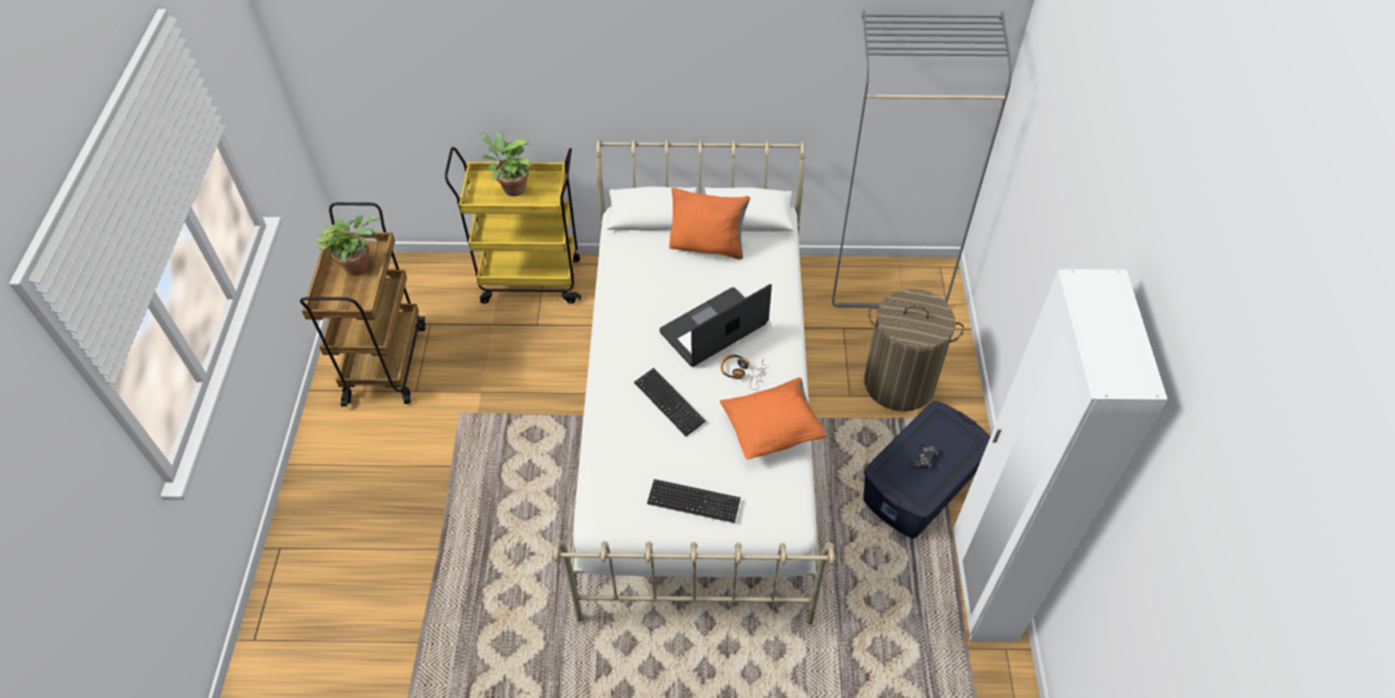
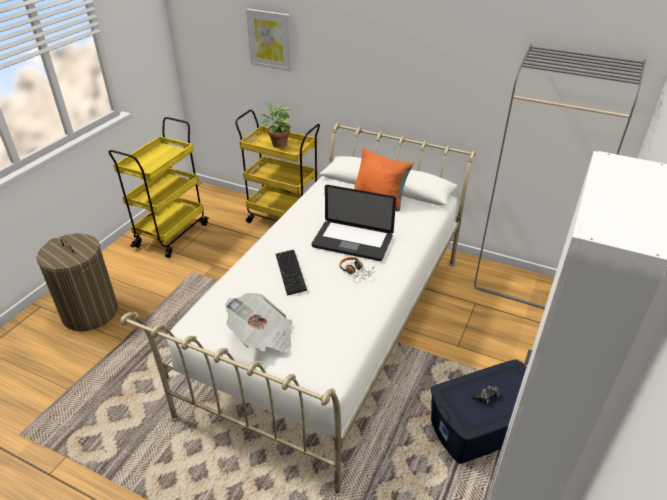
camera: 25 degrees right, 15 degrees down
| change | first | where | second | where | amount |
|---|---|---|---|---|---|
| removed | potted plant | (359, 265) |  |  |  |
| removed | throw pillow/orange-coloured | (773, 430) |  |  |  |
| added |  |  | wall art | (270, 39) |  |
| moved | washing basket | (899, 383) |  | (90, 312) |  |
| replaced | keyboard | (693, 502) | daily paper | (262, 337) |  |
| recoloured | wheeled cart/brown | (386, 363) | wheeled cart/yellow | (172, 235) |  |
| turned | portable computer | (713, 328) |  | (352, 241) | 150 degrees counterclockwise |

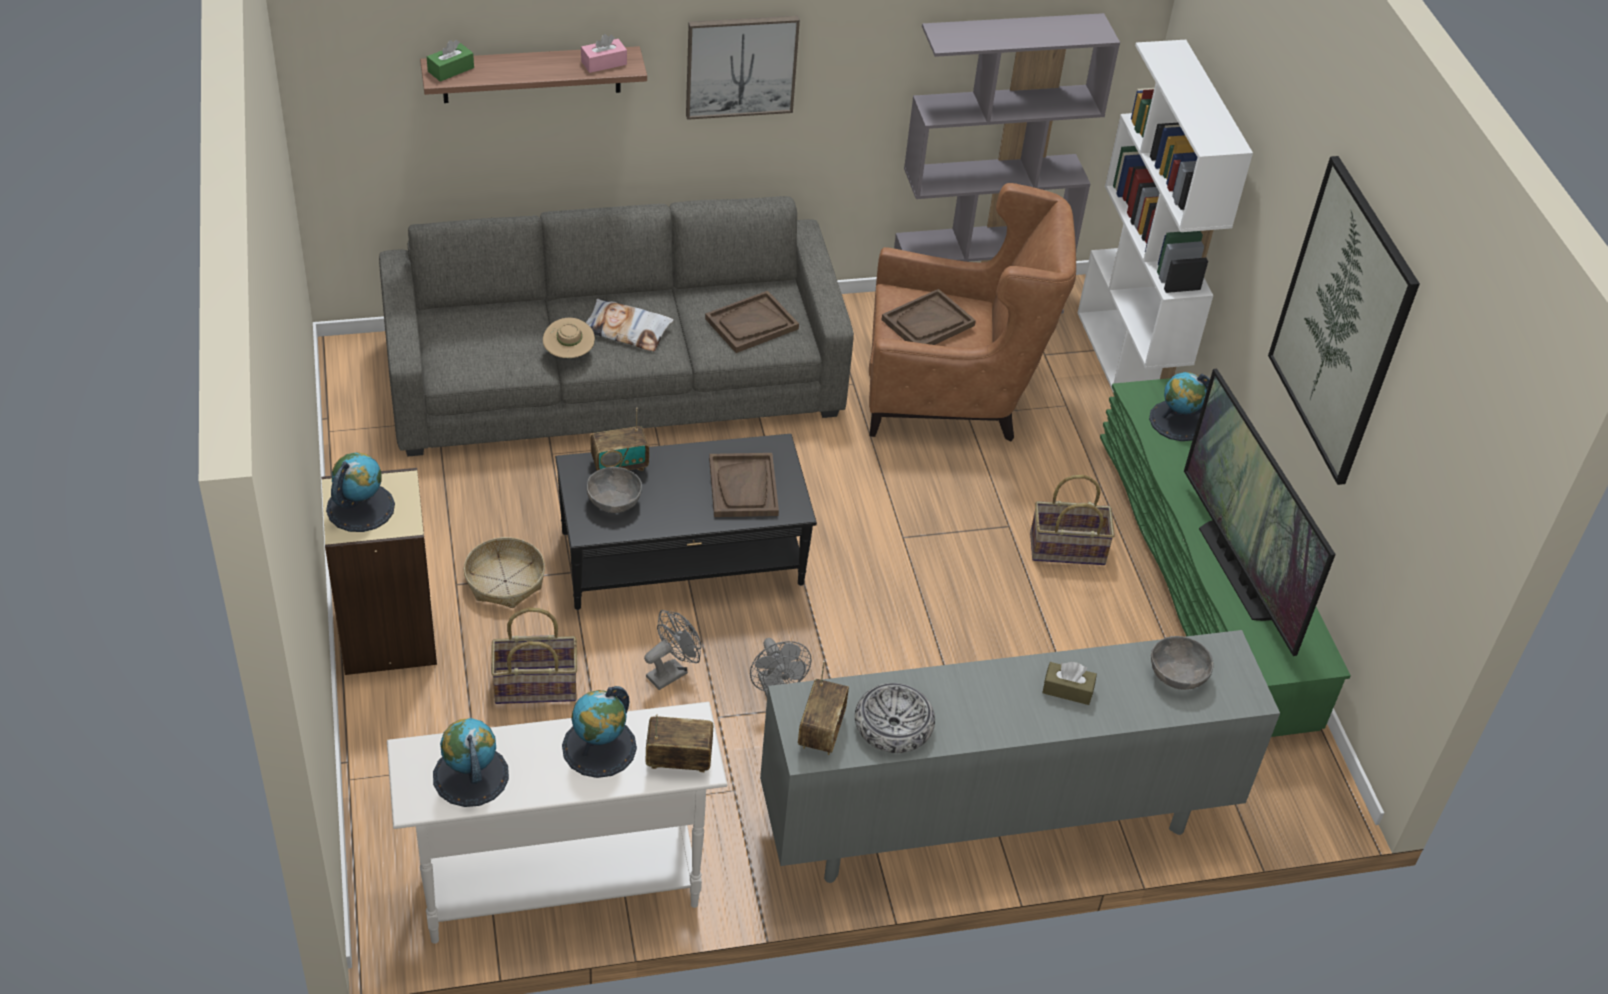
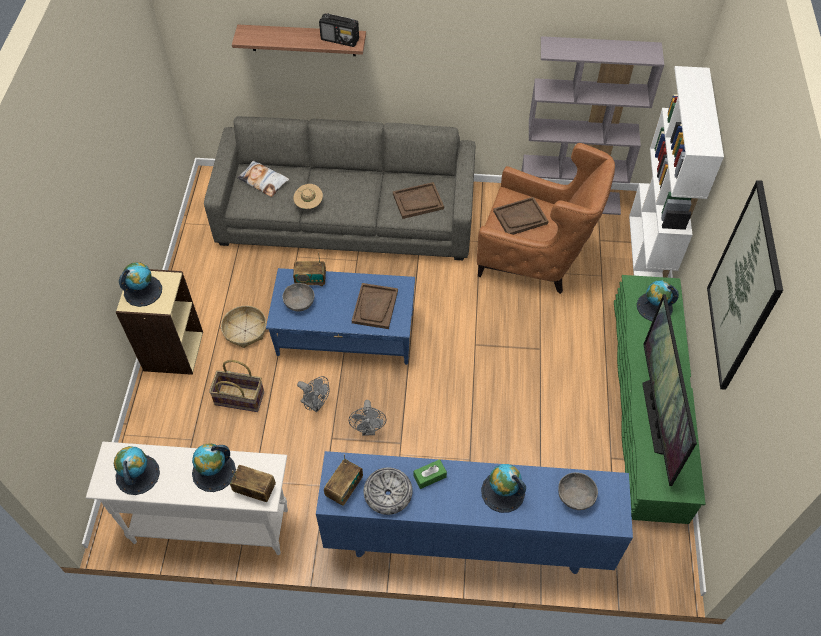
camera: 20 degrees right, 10 degrees up
| change | first | where | second | where | amount |
|---|---|---|---|---|---|
| removed | wall art | (741, 66) |  |  |  |
| removed | household basket | (1067, 550) |  |  |  |
| moved | box of tissues/green-coloured | (451, 70) |  | (429, 476) |  |
| moved | throw pillow | (627, 330) |  | (263, 181) |  |
| replaced | box of tissues/pink | (604, 63) | radio | (340, 40) |  |
| replaced | box of tissues/brown | (1067, 690) | globe | (502, 492) |  |
| recoloured | coffee table/black | (683, 558) | coffee table/blue-coloured | (346, 334) |  |
| recoloured | cupboard/grey | (996, 823) | cupboard/blue-coloured | (467, 541) |  |
| turned | cooling fan/grey | (671, 672) |  | (315, 404) | 60 degrees clockwise |

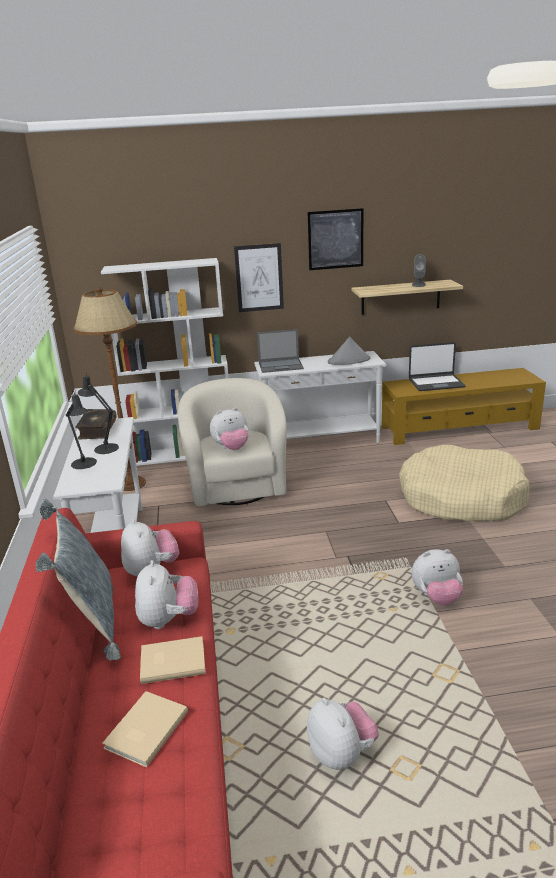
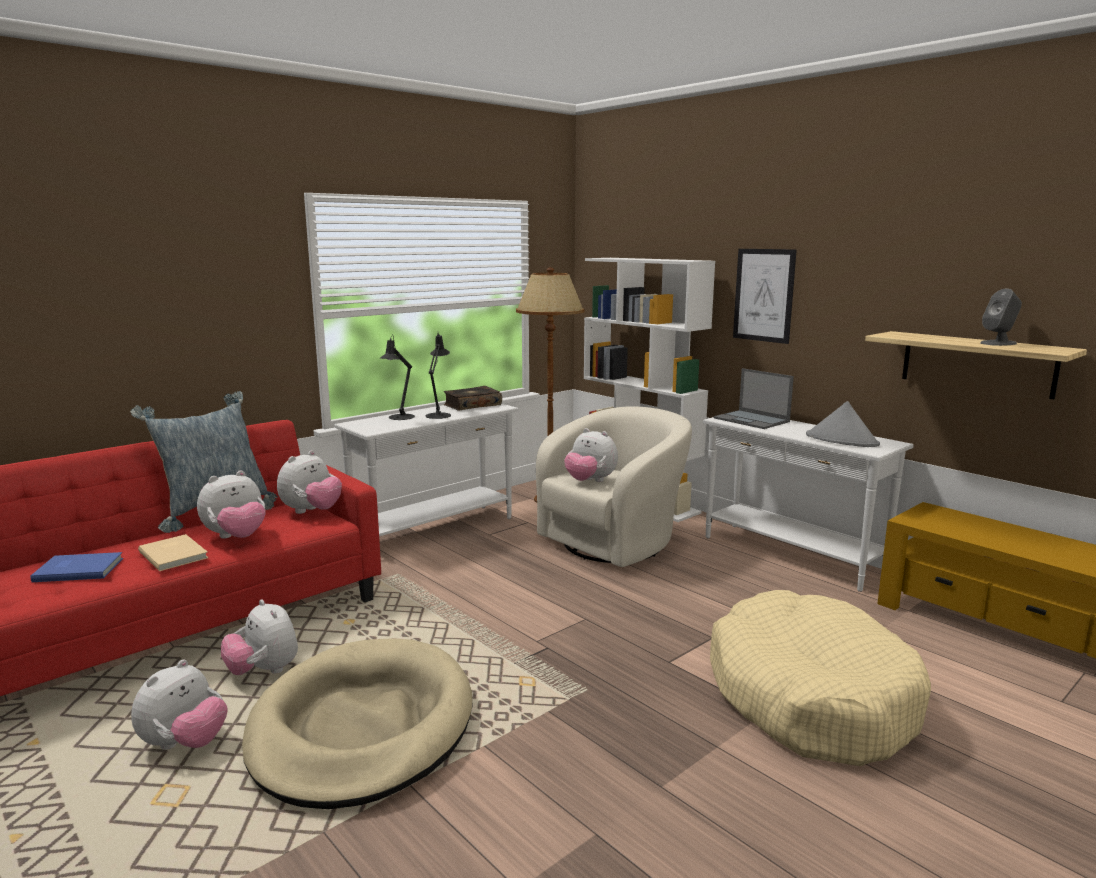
camera: 55 degrees right, 10 degrees down
| change | first | where | second | where | amount |
|---|---|---|---|---|---|
| removed | wall art | (335, 239) |  |  |  |
| removed | portable computer | (436, 383) |  |  |  |
| added |  |  | dog bed/sand-coloured | (362, 727) |  |
| moved | soft toy | (436, 597) |  | (264, 671) |  |
| recoloured | bound book/sand-coloured | (144, 730) | bound book/blue-coloured | (78, 569) |  |

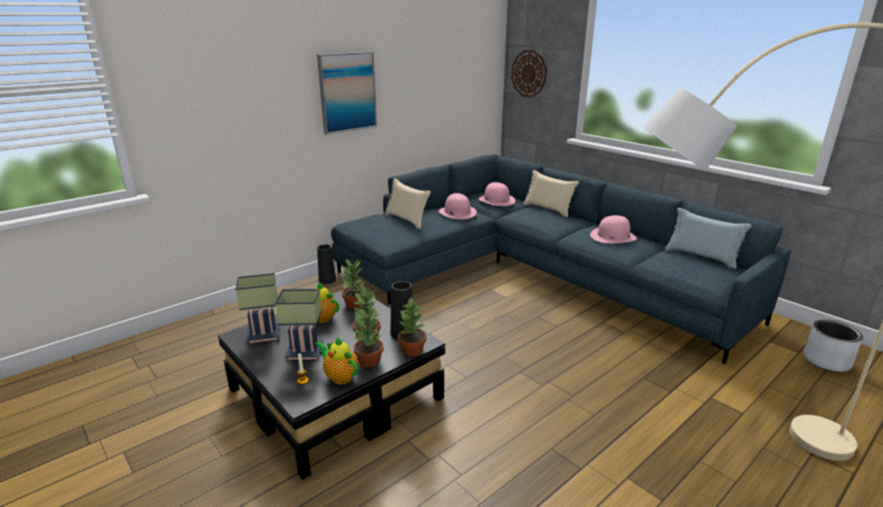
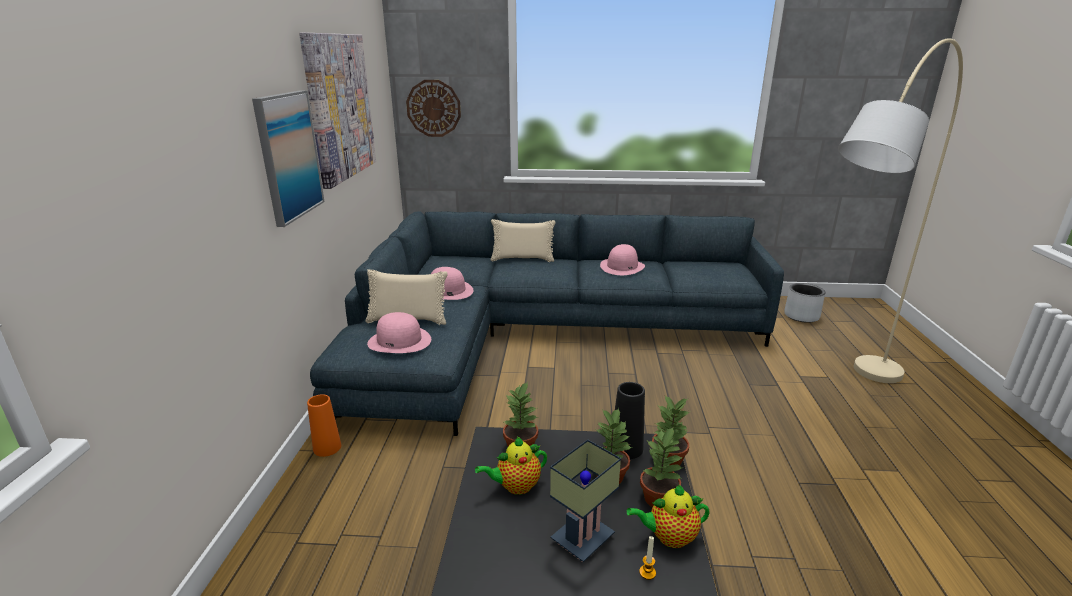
camera: 45 degrees left, 0 degrees up
| change | first | where | second | where | amount |
|---|---|---|---|---|---|
| removed | table lamp | (262, 336) |  |  |  |
| removed | throw pillow/blue-coloured | (701, 257) |  |  |  |
| added |  |  | wall art | (339, 107) |  |
| moved | hat/pink | (496, 200) |  | (400, 341) |  |
| recoloured | flower vase/black | (327, 280) | flower vase/orange-coloured | (327, 447) |  |

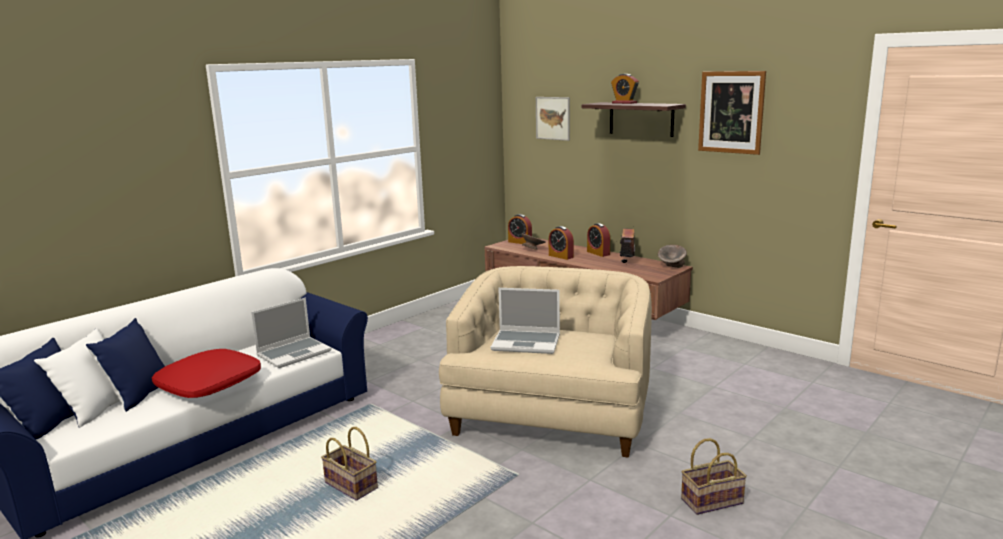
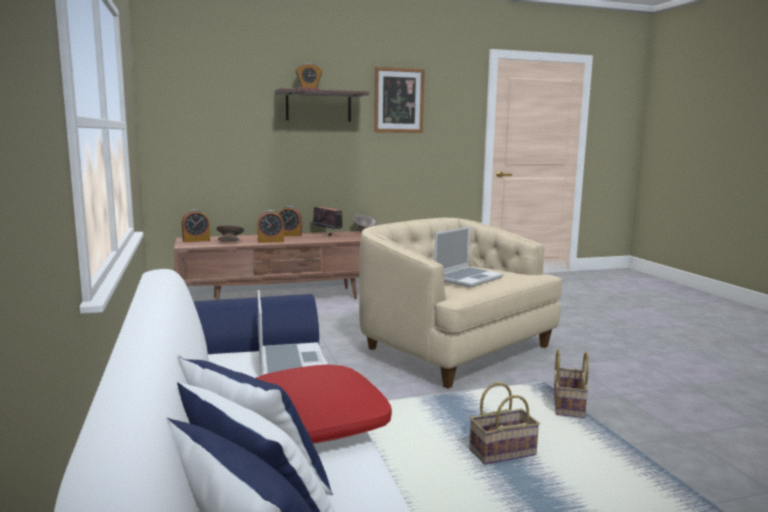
camera: 60 degrees left, 5 degrees down
| change | first | where | second | where | amount |
|---|---|---|---|---|---|
| removed | wall art | (553, 118) |  |  |  |
| moved | household basket | (712, 500) |  | (567, 405) |  |

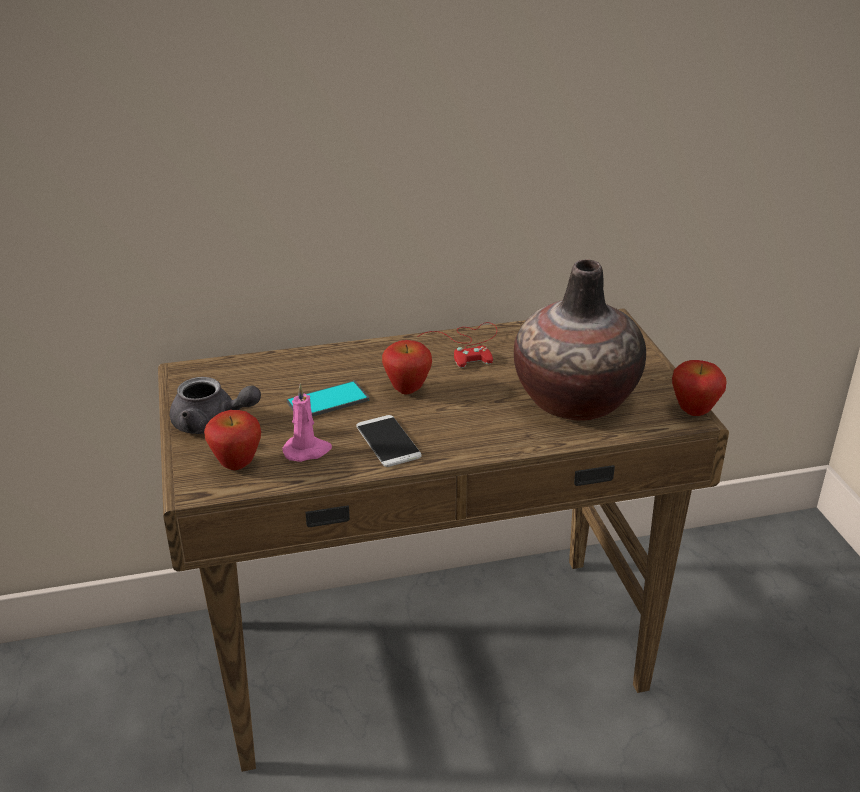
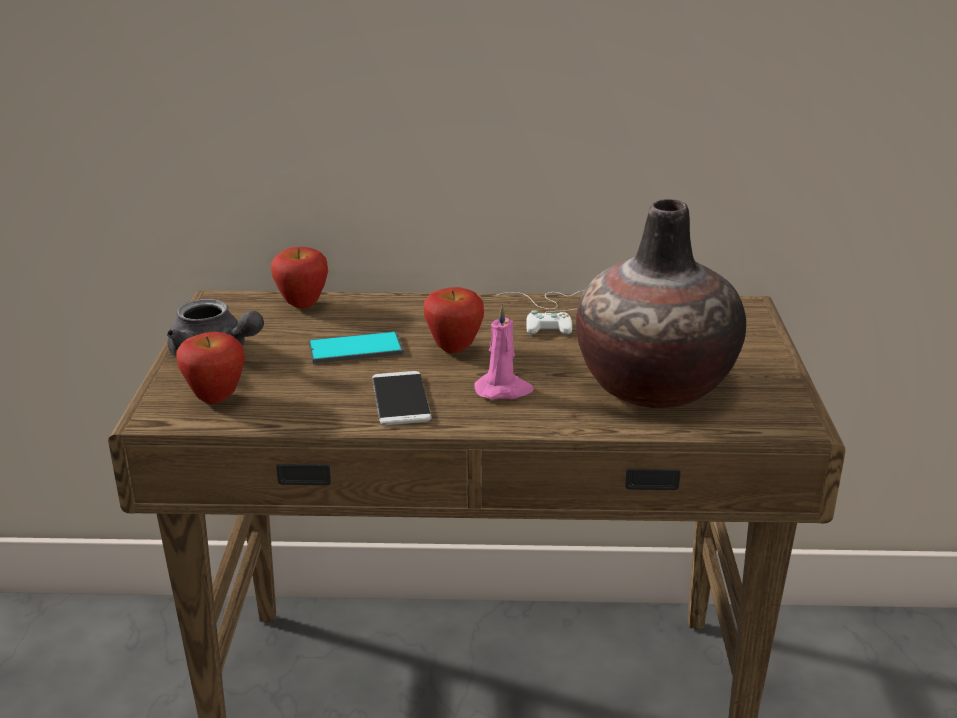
camera: 15 degrees right, 5 degrees down
| change | first | where | second | where | amount |
|---|---|---|---|---|---|
| moved | wax candle/pink | (307, 451) |  | (504, 390) |  |
| moved | whole apple | (693, 412) |  | (302, 305) |  |
| recoloured | game controller/reddish | (469, 345) | game controller/white-coloured | (554, 312) |  |

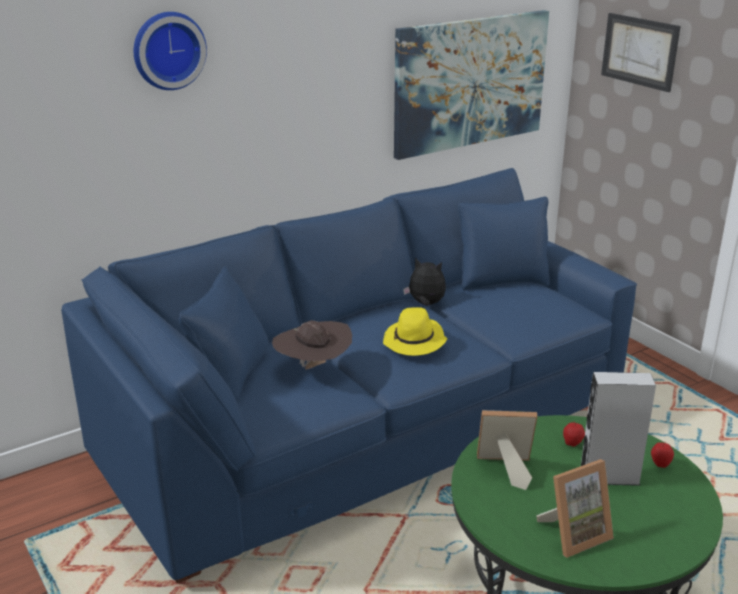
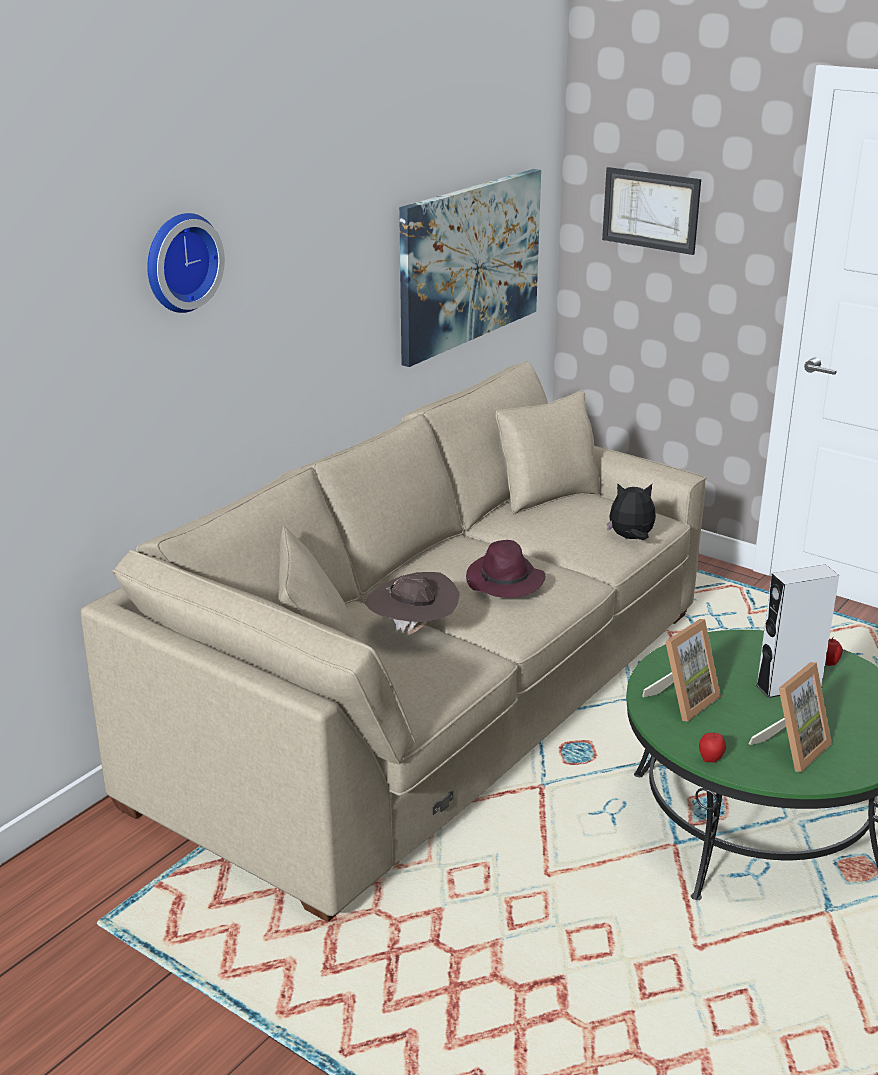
camera: 20 degrees left, 0 degrees up
| change | first | where | second | where | amount |
|---|---|---|---|---|---|
| moved | soft toy | (425, 304) |  | (631, 538) |  |
| moved | whole apple | (572, 444) |  | (710, 760) |  |
| recoloured | sofa/blue-coloured | (368, 430) | sofa/sand-coloured | (437, 702) |  |
| recoloured | hat/yellow | (414, 342) | hat/purple | (505, 582) |  |
| turned | photo frame | (504, 470) |  | (682, 701) | 150 degrees clockwise |

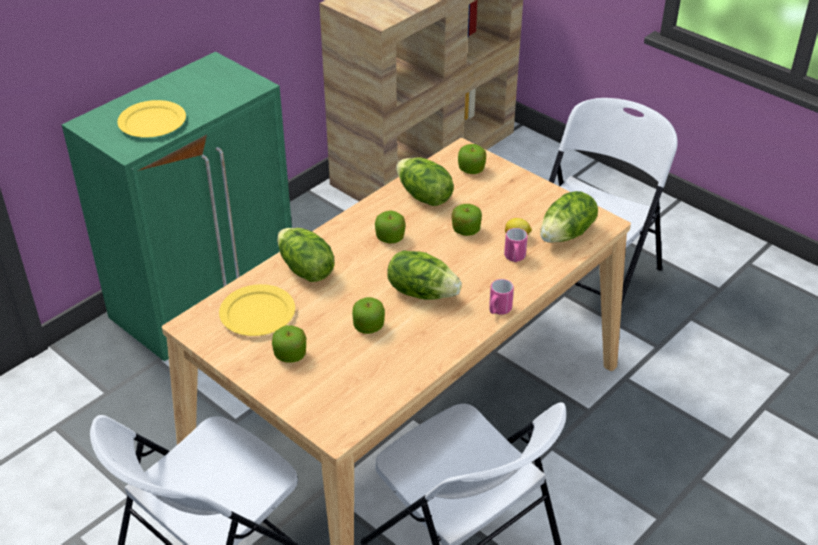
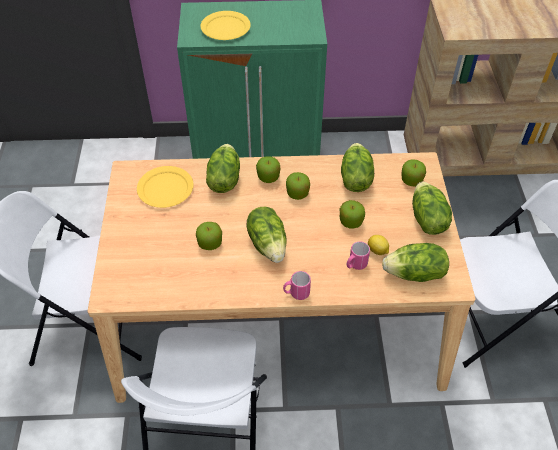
camera: 45 degrees right, 10 degrees up
| change | first | where | second | where | amount |
|---|---|---|---|---|---|
| added |  |  | head of lettuce | (426, 219) |  |
| moved | whole apple | (290, 355) |  | (268, 177) |  |

